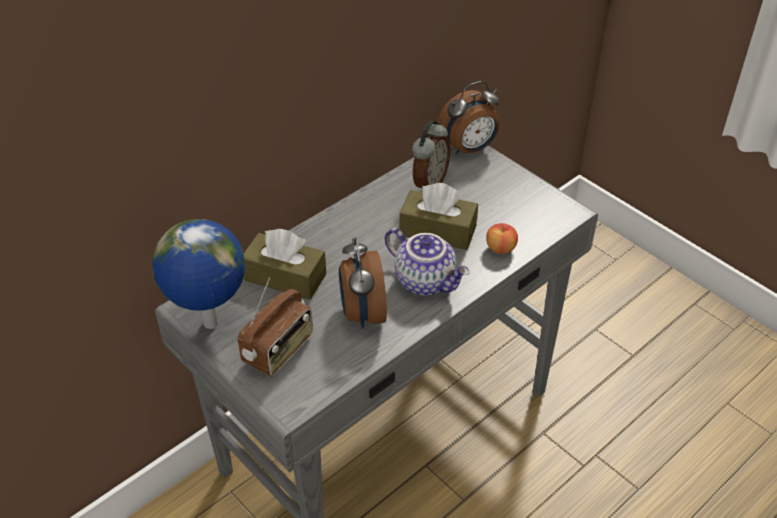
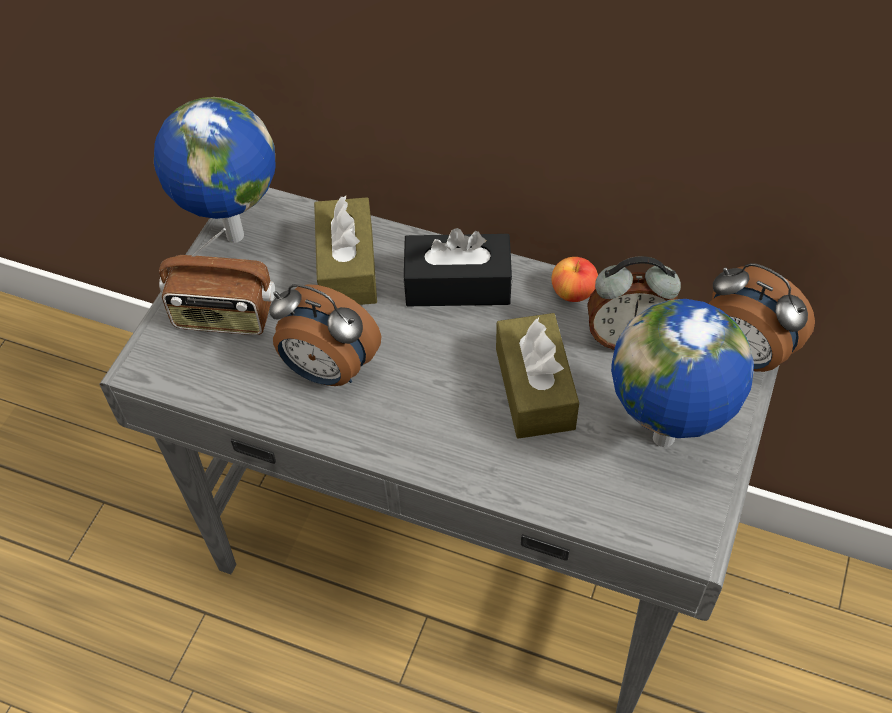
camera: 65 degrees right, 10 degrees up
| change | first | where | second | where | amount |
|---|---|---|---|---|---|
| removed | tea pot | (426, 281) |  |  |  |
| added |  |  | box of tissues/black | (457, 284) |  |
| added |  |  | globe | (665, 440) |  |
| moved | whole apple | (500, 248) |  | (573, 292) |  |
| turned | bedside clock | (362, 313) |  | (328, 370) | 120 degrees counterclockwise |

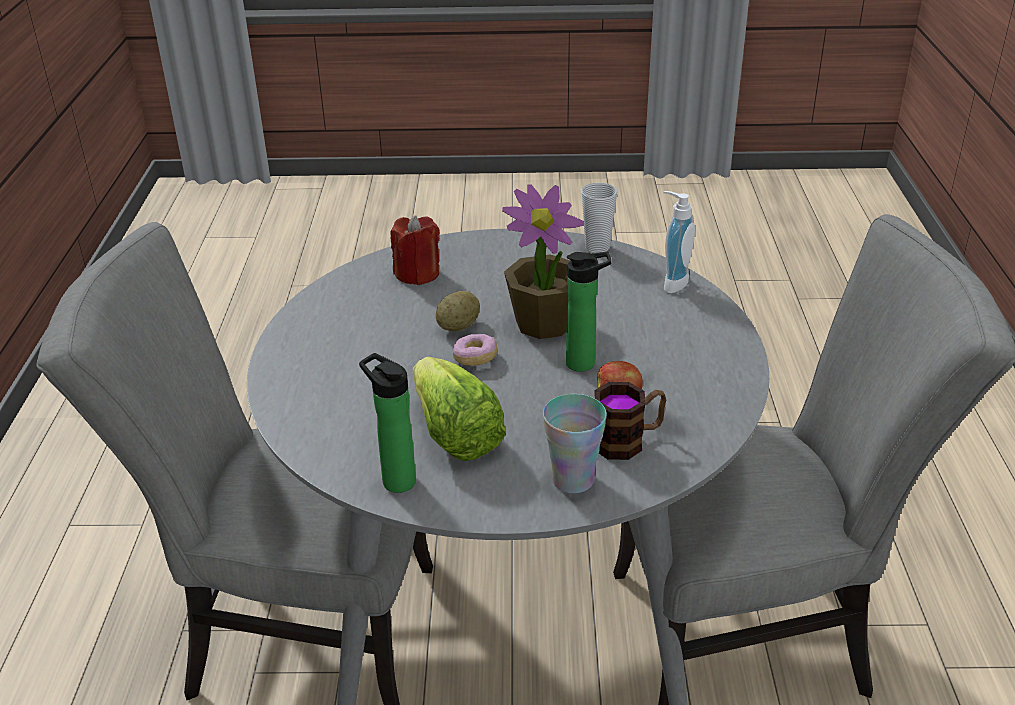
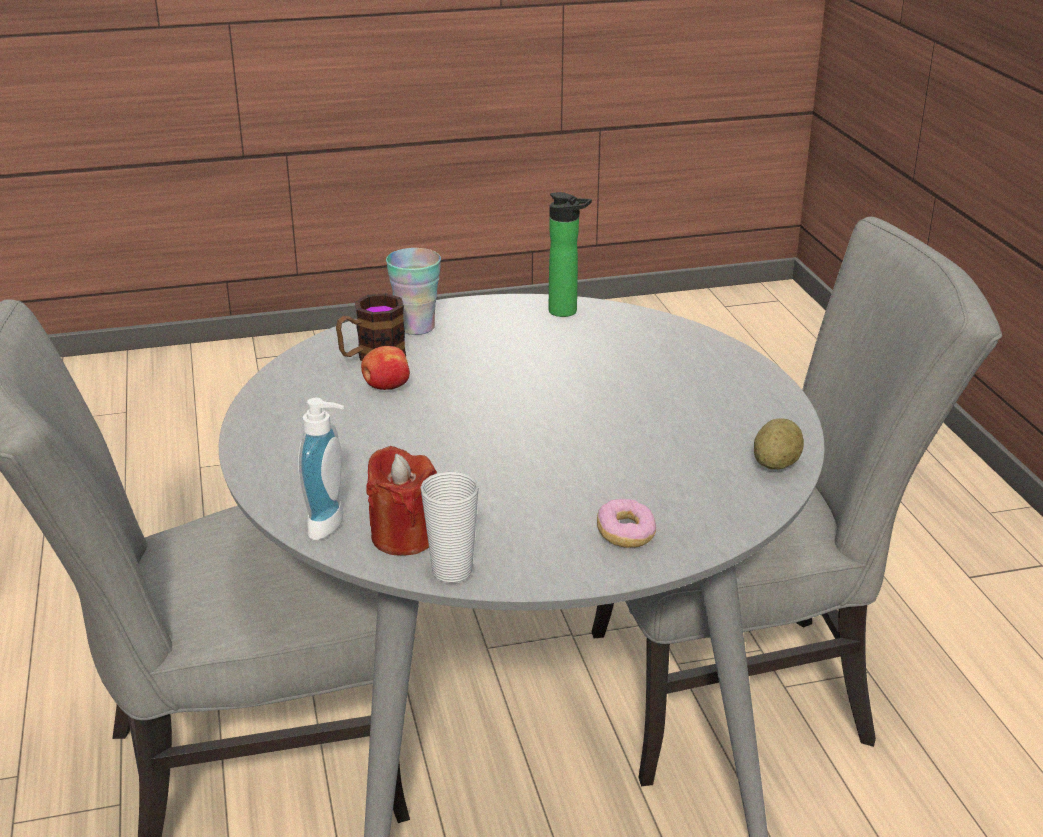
camera: 165 degrees right, 5 degrees down
| change | first | where | second | where | amount |
|---|---|---|---|---|---|
| removed | head of lettuce | (455, 434) |  |  |  |
| removed | potted plant | (544, 323) |  |  |  |
| removed | beverage bottle | (585, 363) |  |  |  |
| moved | wax candle/reddish | (417, 274) |  | (404, 536) |  |
| moved | whole potato | (458, 326) |  | (776, 464) |  |
| moved | doughnut | (475, 358) |  | (625, 535) |  |

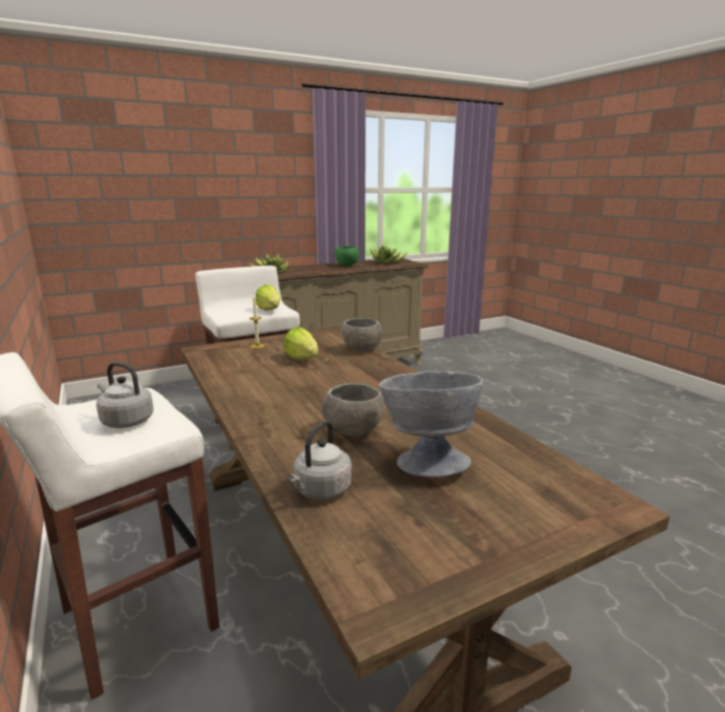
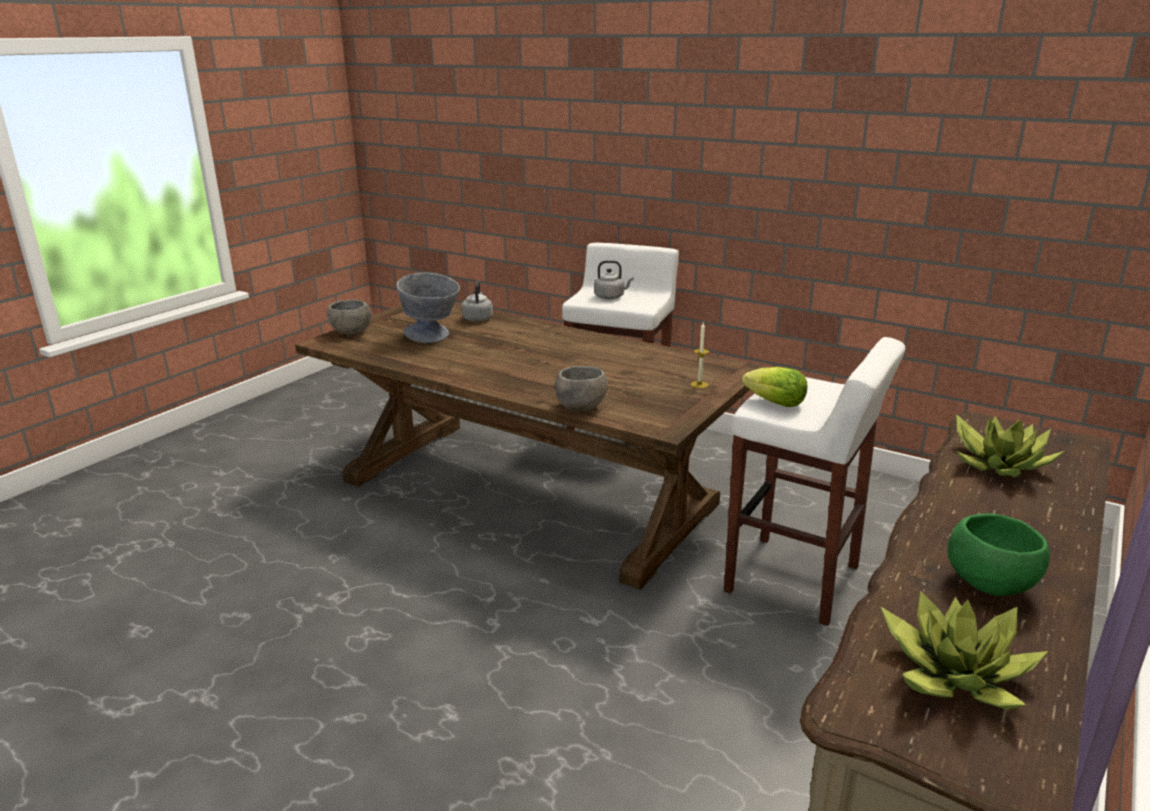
camera: 150 degrees right, 5 degrees up
| change | first | where | second | where | amount |
|---|---|---|---|---|---|
| removed | head of lettuce | (302, 358) |  |  |  |
| moved | serving bowl/grey | (352, 431) |  | (352, 333) |  |

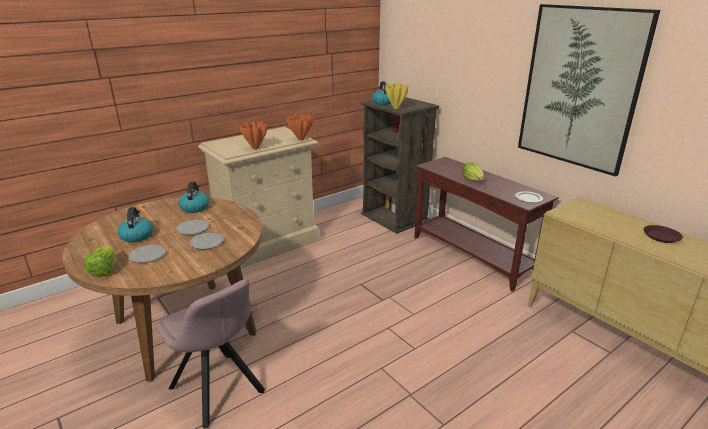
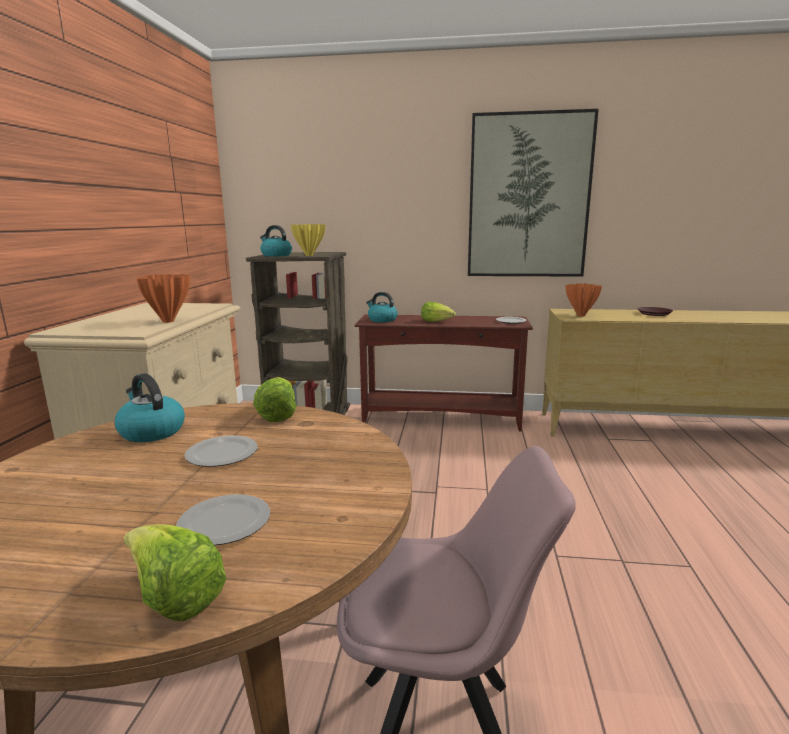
camera: 45 degrees left, 10 degrees down
| change | first | where | second | where | amount |
|---|---|---|---|---|---|
| removed | flat dish | (206, 242) |  |  |  |
| added |  |  | head of lettuce | (277, 415) |  |
| moved | tea kettle | (136, 236) |  | (382, 320) |  |
| moved | flower vase/orange-coloured | (300, 139) |  | (580, 315) |  |

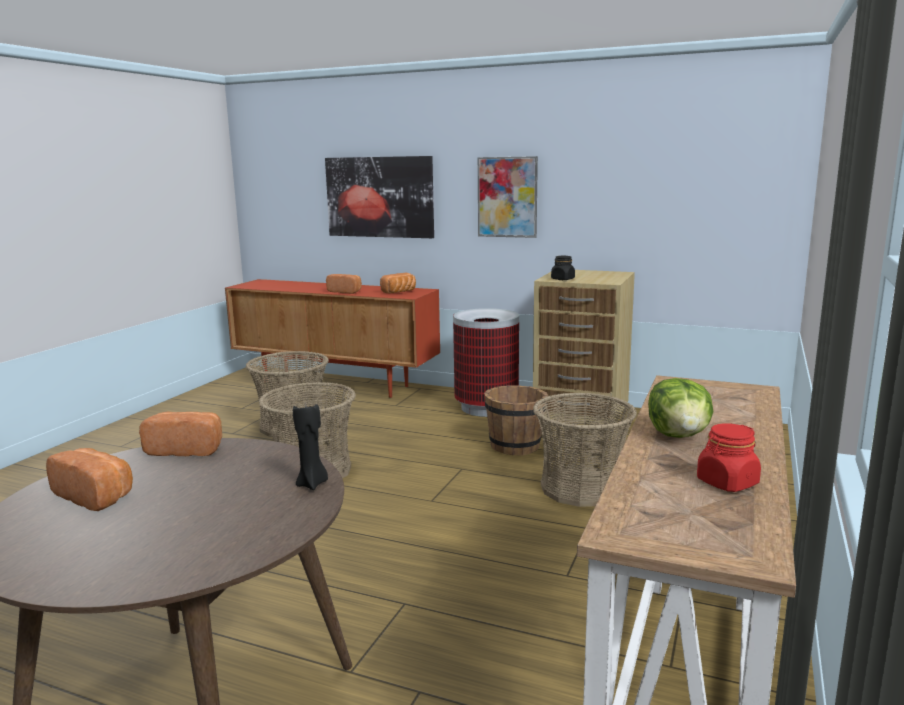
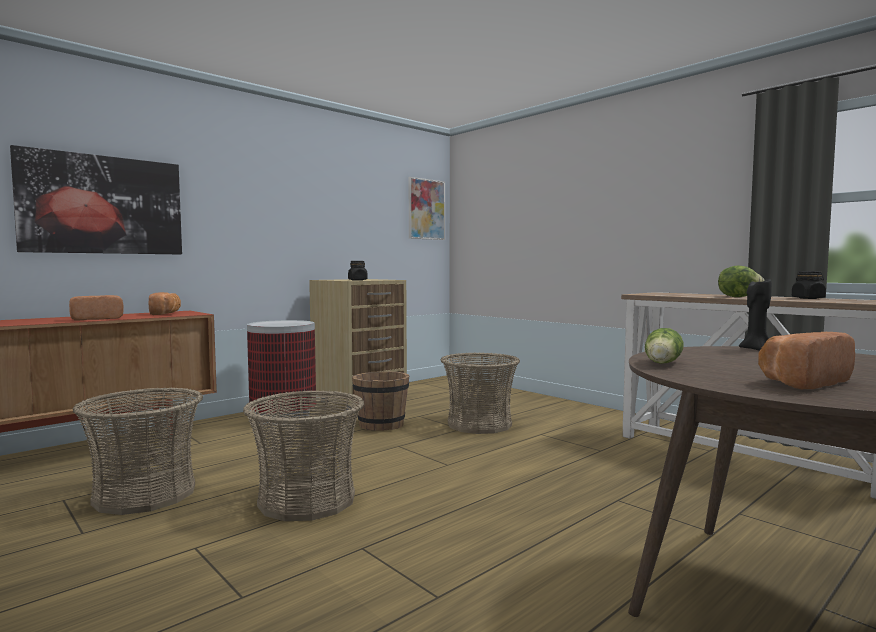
camera: 65 degrees left, 10 degrees down
| change | first | where | second | where | amount |
|---|---|---|---|---|---|
| moved | wall art | (507, 197) |  | (426, 209) |  |
| replaced | baked bread | (187, 449) | head of lettuce | (662, 364) |  |
| recoloured | jar/reddish | (727, 483) | jar/black | (808, 298) |  |

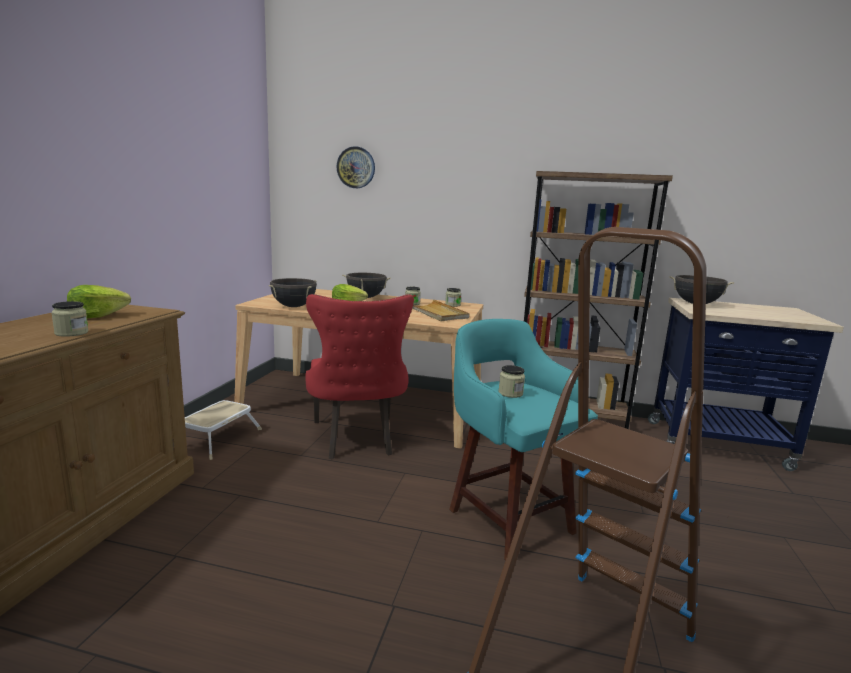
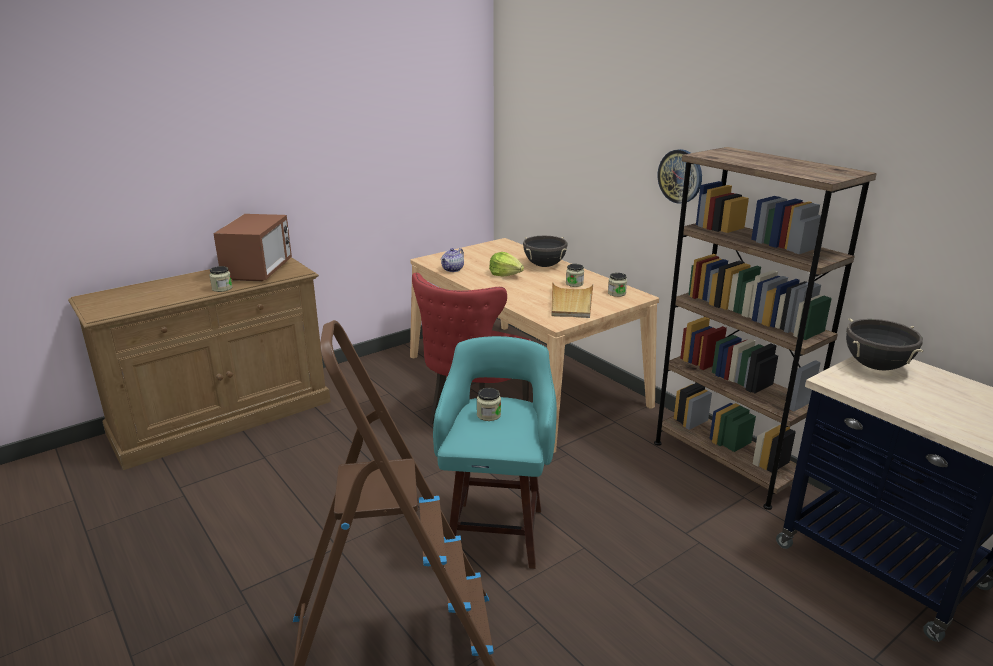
camera: 40 degrees right, 10 degrees up
| change | first | where | second | where | amount |
|---|---|---|---|---|---|
| removed | step stool/sand-coloured | (218, 438) |  |  |  |
| moved | clock on the wall | (356, 167) |  | (680, 176) |  |
| replaced | head of lettuce | (97, 316) | kitchen microwave | (259, 271) |  |
| replaced | cooking pot/black | (294, 306) | tea pot | (453, 269) |  |

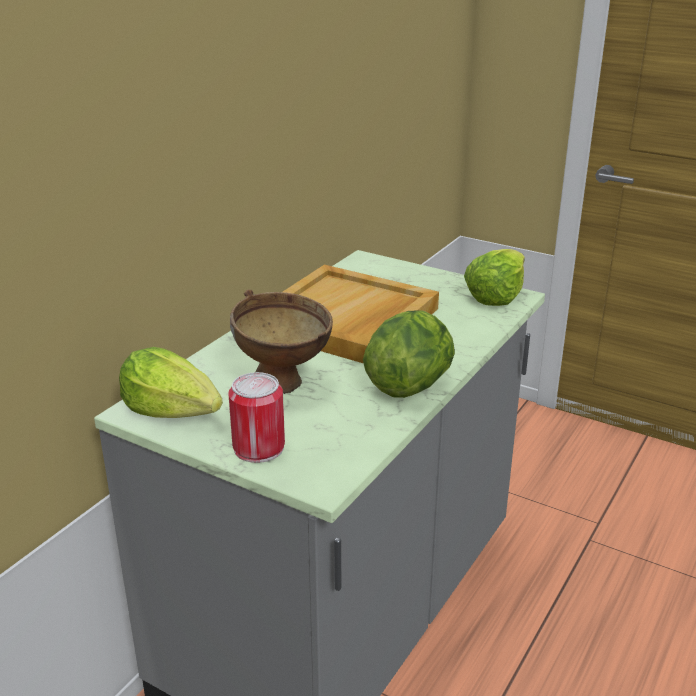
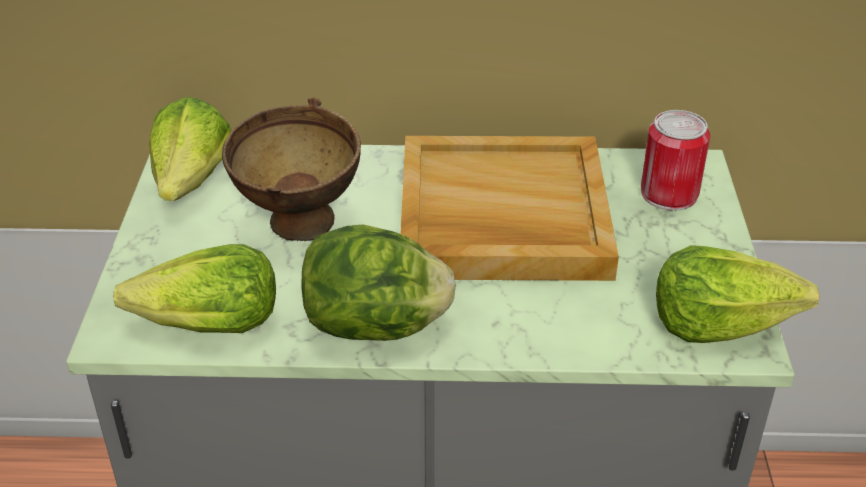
camera: 60 degrees right, 10 degrees up
| change | first | where | second | where | amount |
|---|---|---|---|---|---|
| added |  |  | head of lettuce | (209, 326) |  |
| moved | sealed can | (258, 447) |  | (669, 193) |  |

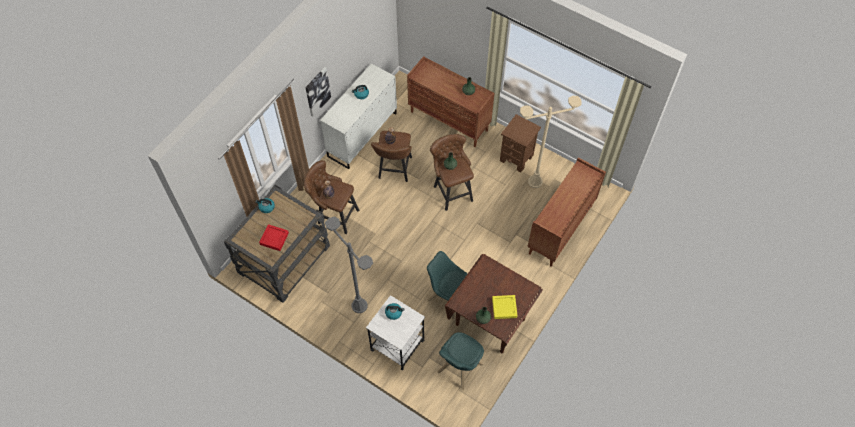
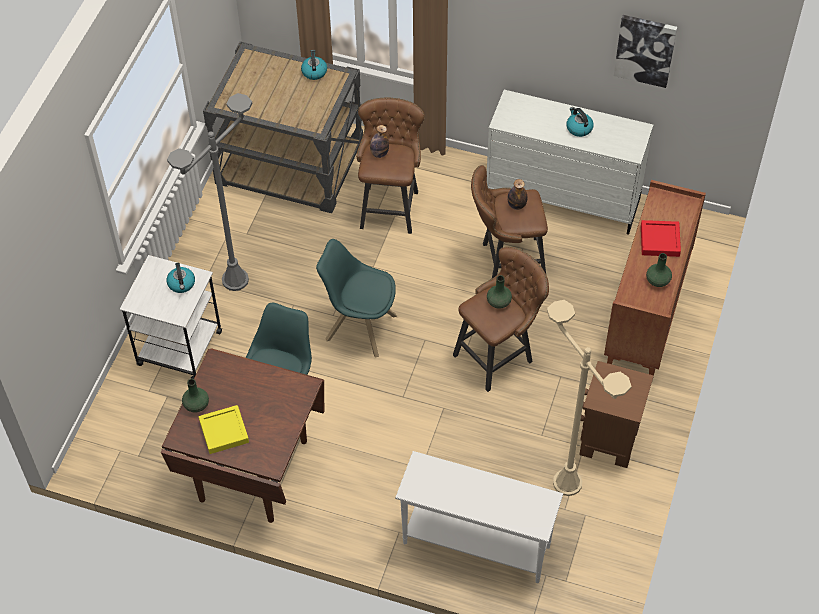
camera: 75 degrees right, 5 degrees down
| change | first | where | second | where | amount |
|---|---|---|---|---|---|
| moved | tray/reddish | (274, 239) |  | (660, 241) |  |
| moved | wall art | (317, 91) |  | (645, 50) |  |
| moved | plain chair/turquoise | (459, 368) |  | (360, 328) |  |
| replaced | cupboard/brown | (560, 230) | hall table/white-coloured | (475, 546) |  |

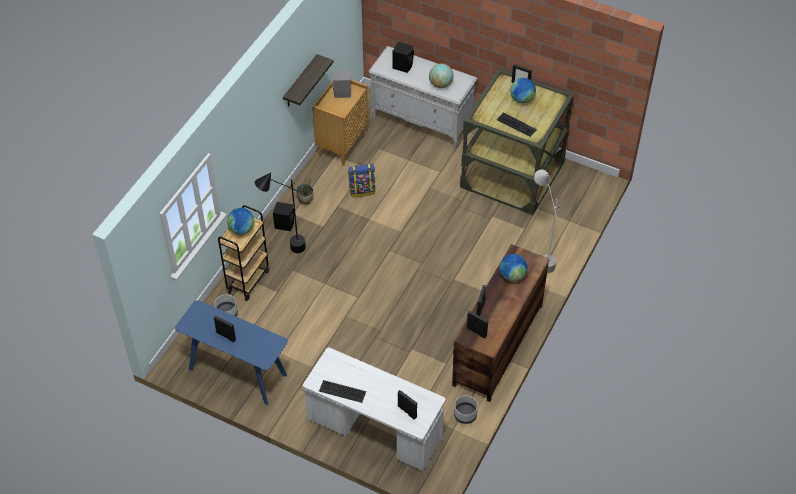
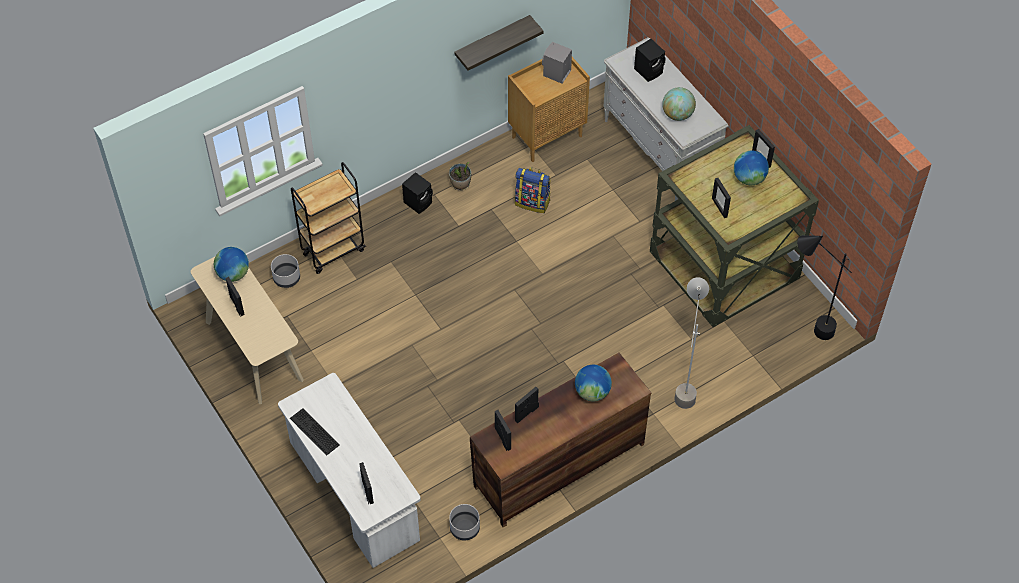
camera: 30 degrees right, 5 degrees up
| change | first | where | second | where | amount |
|---|---|---|---|---|---|
| moved | globe | (242, 229) |  | (233, 274) |  |
| moved | standing lamp/black | (285, 250) |  | (806, 328) |  |
| replaced | keyboard | (517, 124) | photo frame | (720, 207) |  |
| recoloured | hall table/blue-coloured | (237, 372) | hall table/sand-coloured | (253, 351) |  |

